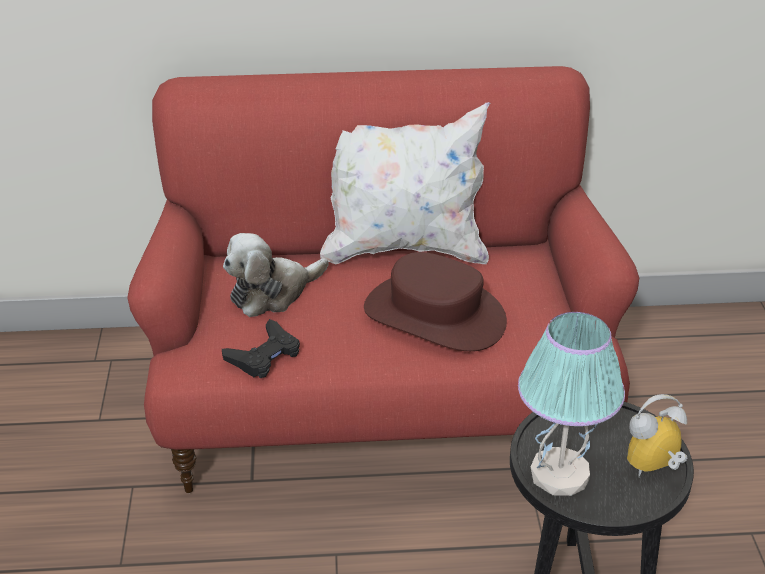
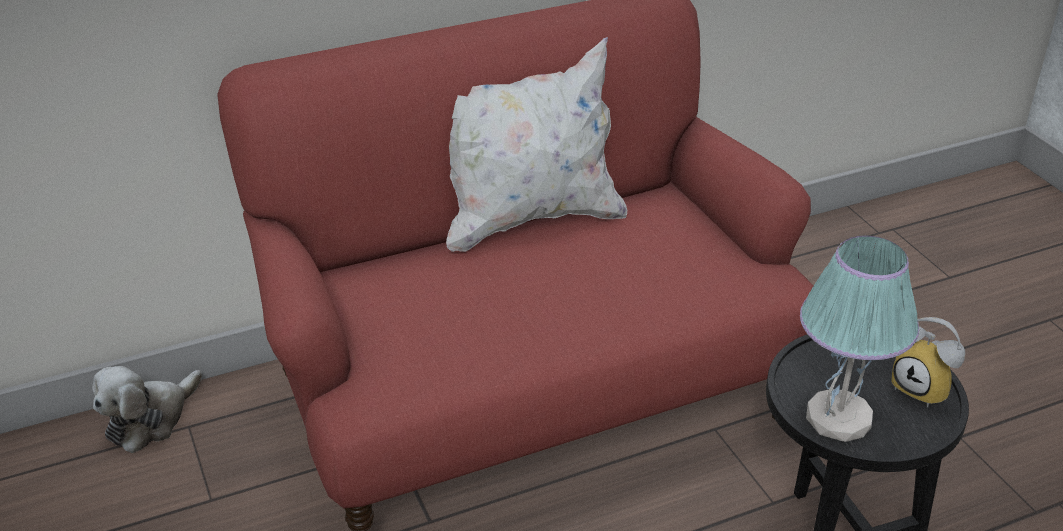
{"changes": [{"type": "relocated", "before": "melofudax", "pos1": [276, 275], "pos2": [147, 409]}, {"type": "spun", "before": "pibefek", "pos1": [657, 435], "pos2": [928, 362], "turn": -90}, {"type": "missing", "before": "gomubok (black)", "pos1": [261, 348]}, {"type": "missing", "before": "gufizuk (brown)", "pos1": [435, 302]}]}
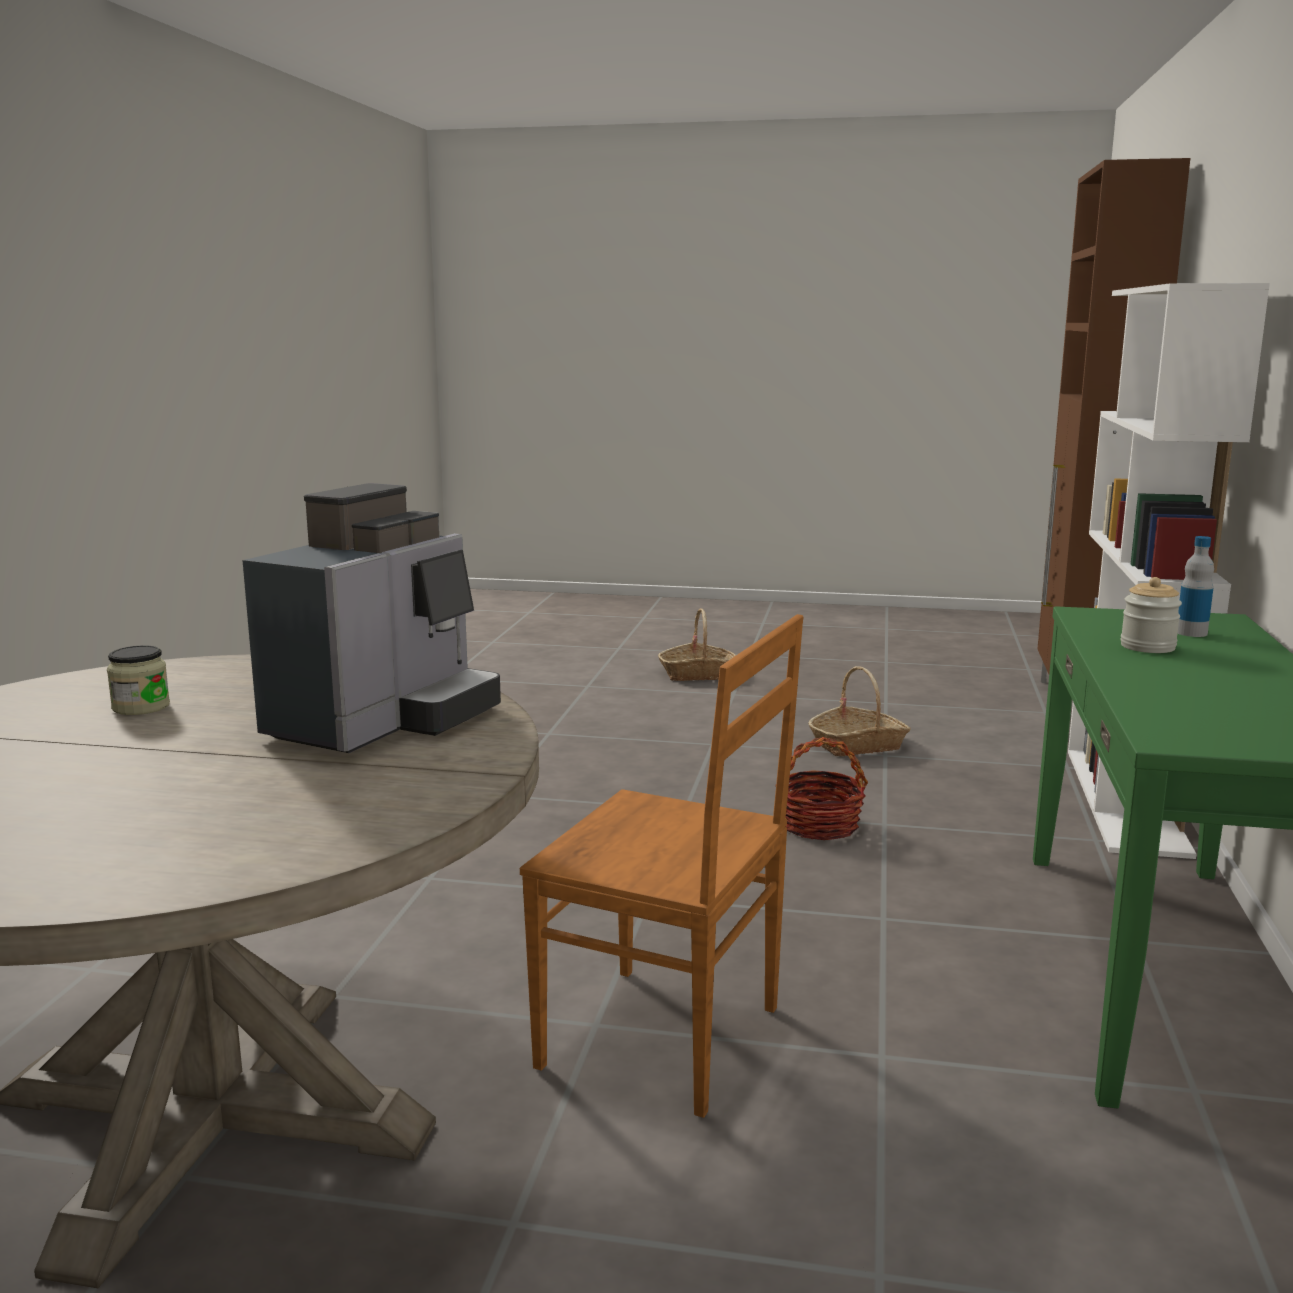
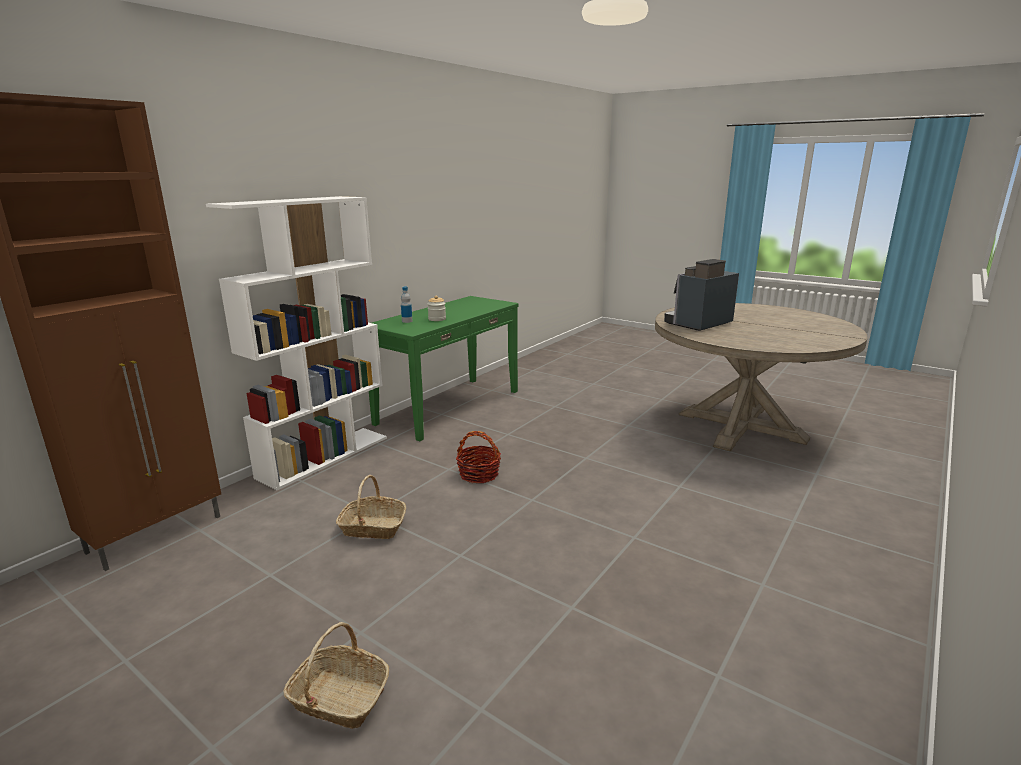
{"changes": [{"type": "missing", "before": "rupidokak", "pos1": [138, 680]}, {"type": "missing", "before": "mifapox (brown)", "pos1": [662, 866]}]}
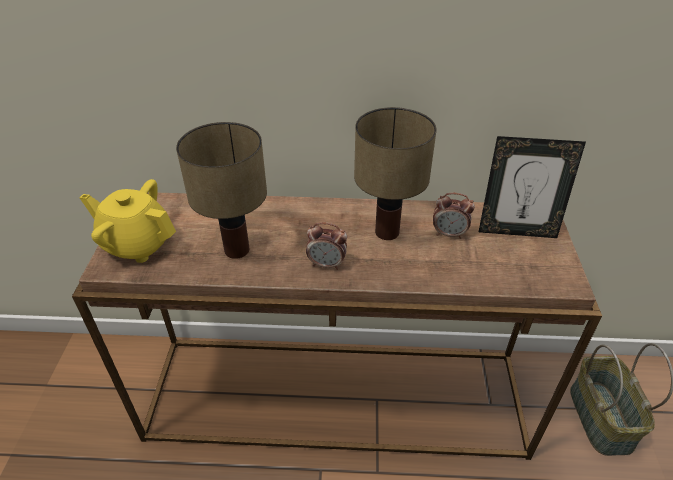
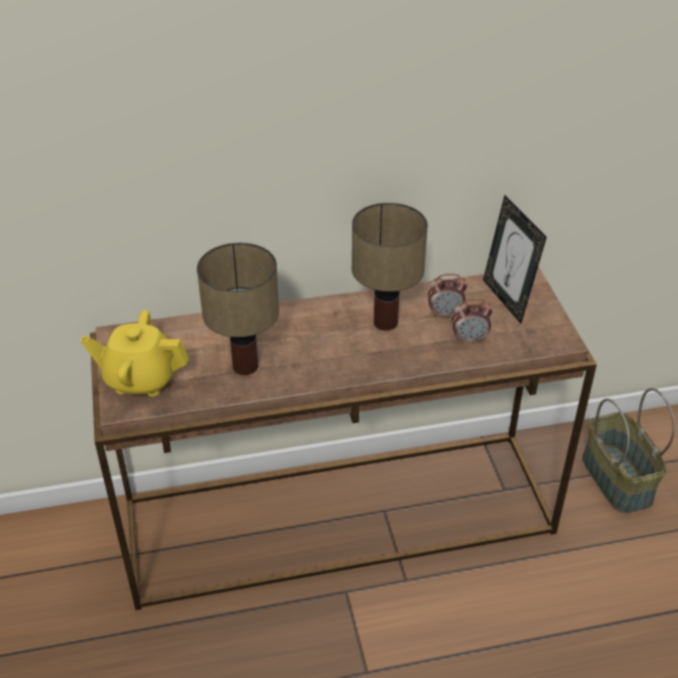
{"changes": [{"type": "relocated", "before": "pibefek", "pos1": [326, 246], "pos2": [472, 321]}, {"type": "spun", "before": "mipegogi", "pos1": [532, 187], "pos2": [515, 259], "turn": 75}]}
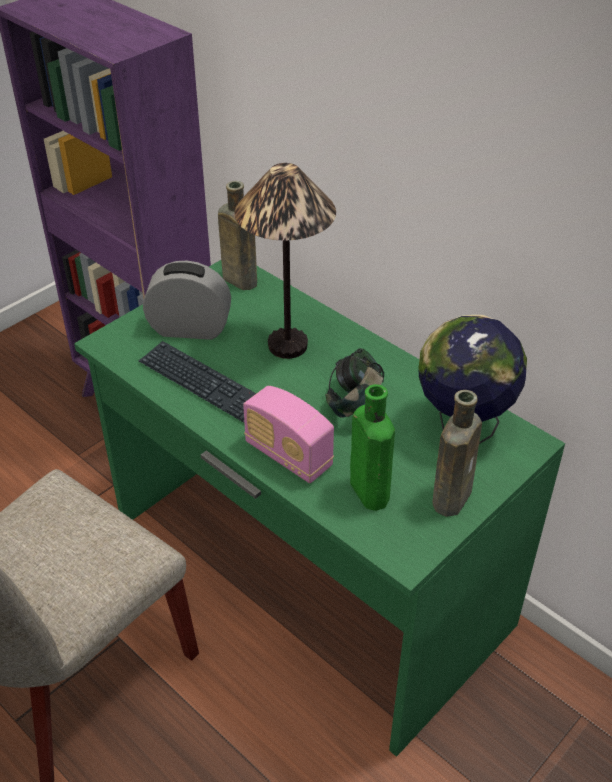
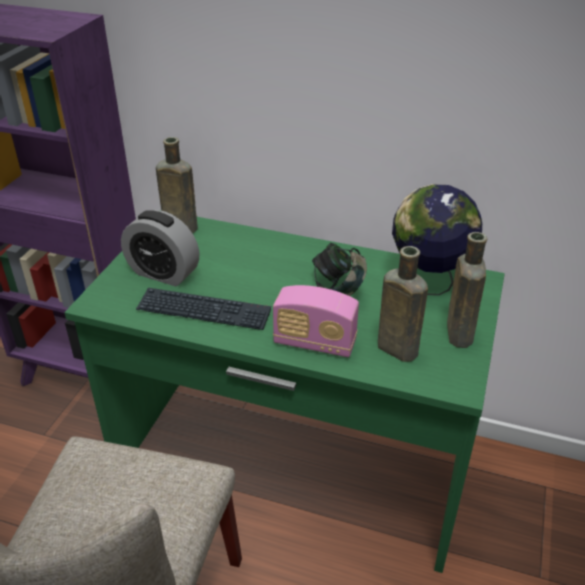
{"changes": [{"type": "spun", "before": "pibefek", "pos1": [187, 300], "pos2": [160, 248], "turn": -135}, {"type": "colour", "before": "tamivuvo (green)", "after": "tamivuvo (brown)", "pos1": [372, 447], "pos2": [403, 304]}, {"type": "missing", "before": "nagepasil", "pos1": [285, 261]}]}
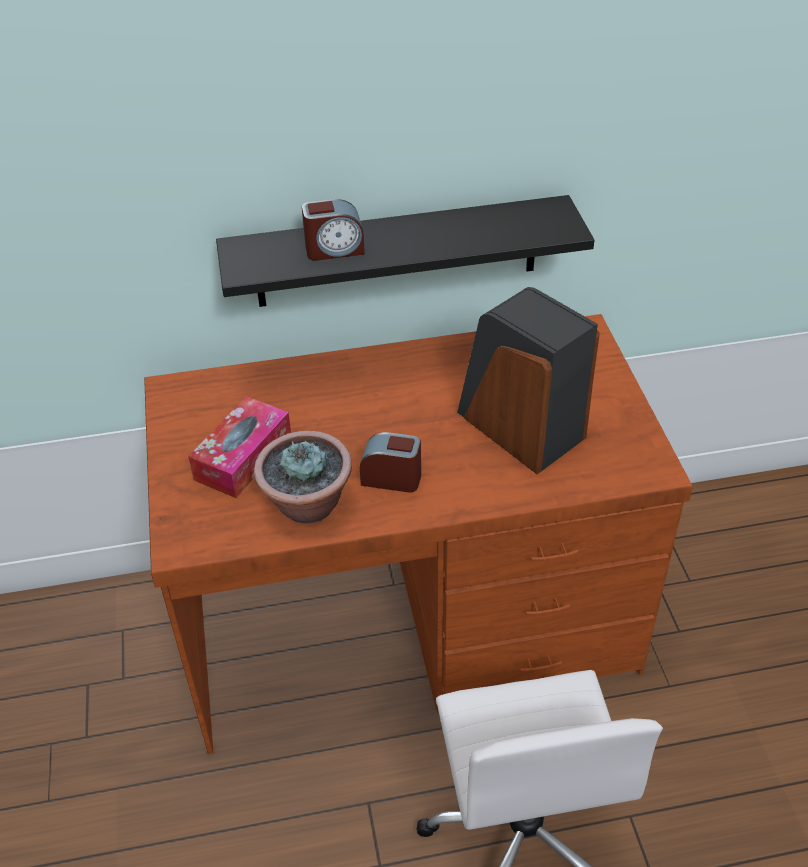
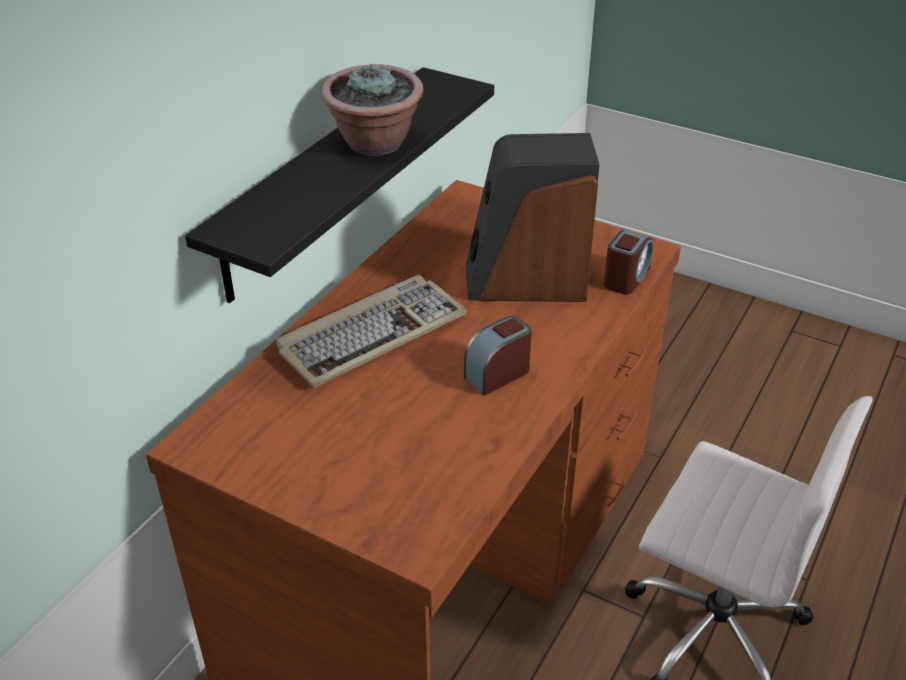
{"changes": [{"type": "appeared", "after": "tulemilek", "pos2": [371, 331]}, {"type": "relocated", "before": "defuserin", "pos1": [303, 477], "pos2": [372, 110]}, {"type": "relocated", "before": "pibefek", "pos1": [333, 230], "pos2": [629, 262]}, {"type": "missing", "before": "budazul", "pos1": [239, 447]}]}
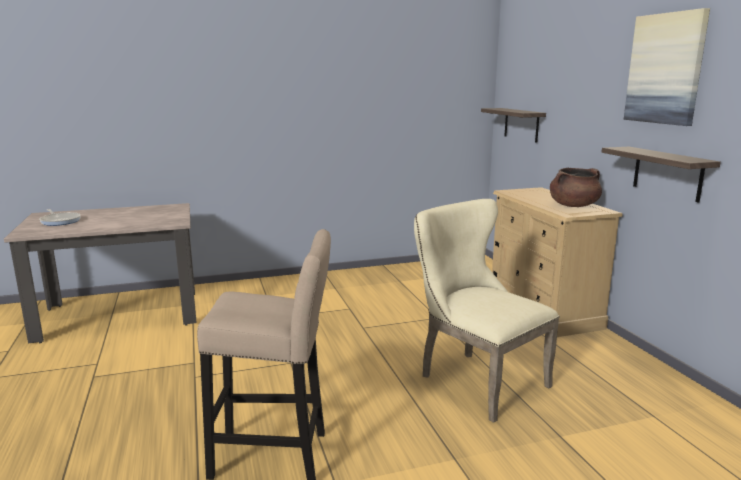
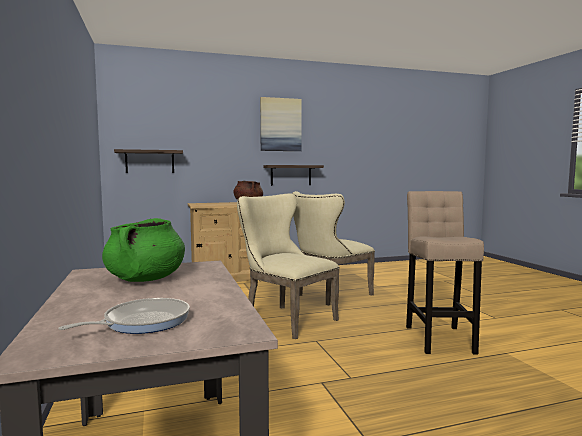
{"changes": [{"type": "appeared", "after": "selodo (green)", "pos2": [143, 250]}, {"type": "appeared", "after": "mifapox (beige)", "pos2": [288, 266]}]}
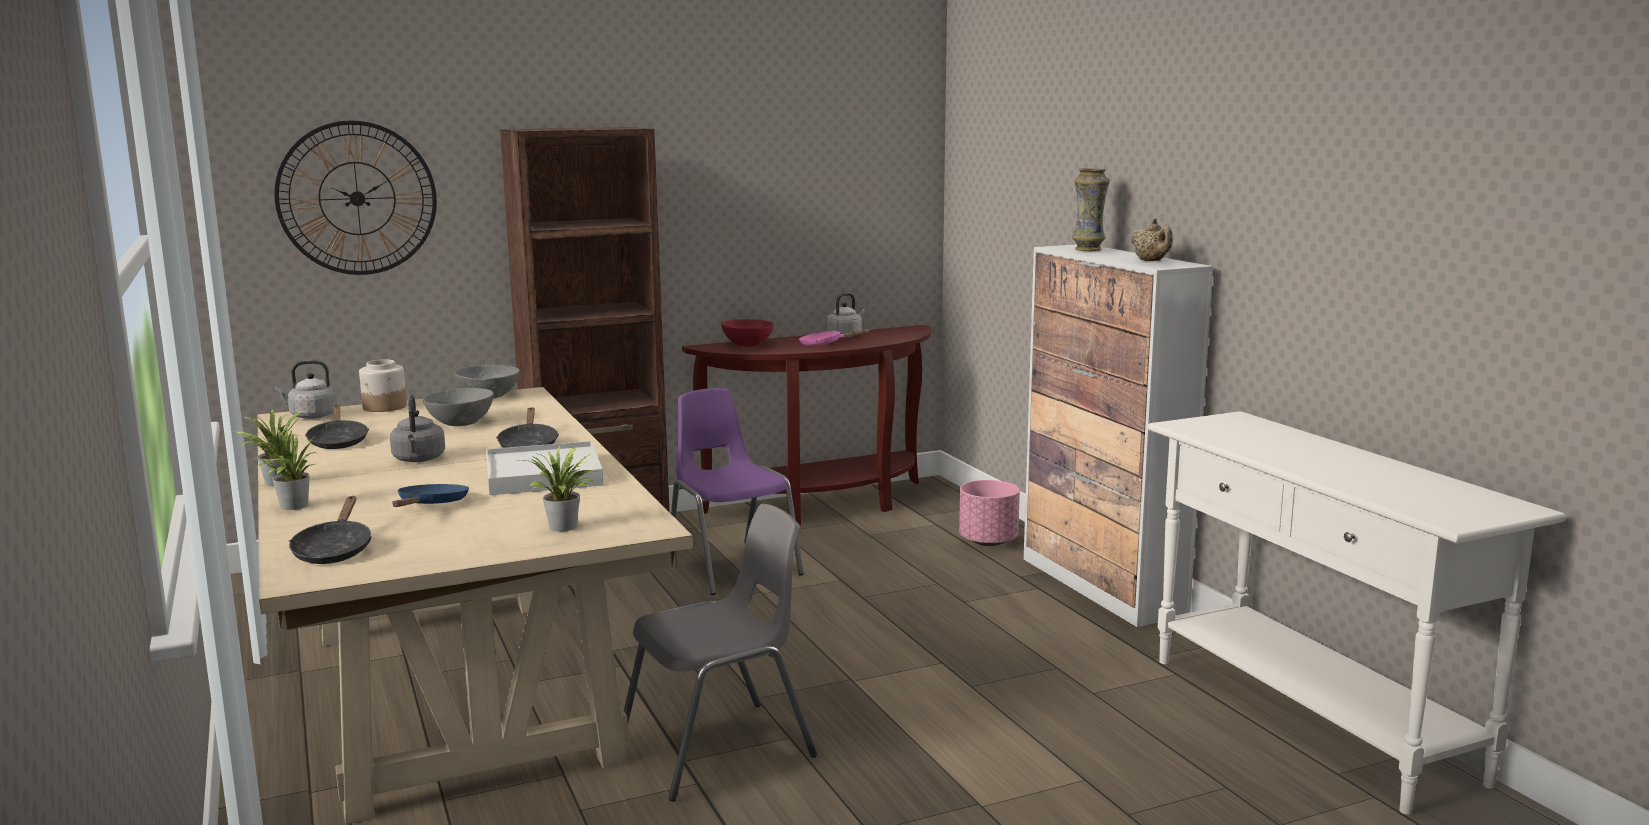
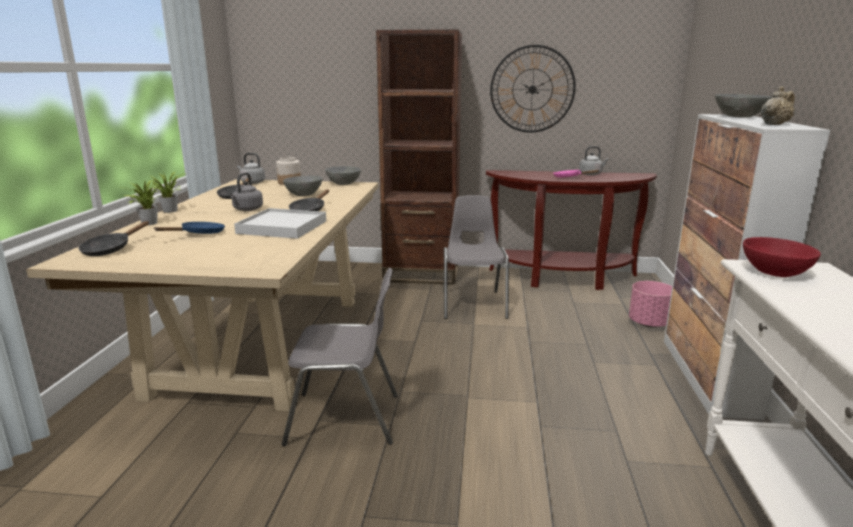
{"changes": [{"type": "colour", "before": "mifapox (purple)", "after": "mifapox (grey)", "pos1": [737, 491], "pos2": [476, 257]}, {"type": "relocated", "before": "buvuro", "pos1": [355, 198], "pos2": [533, 89]}, {"type": "exchanged", "before": "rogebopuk", "after": "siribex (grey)", "pos1": [1091, 209], "pos2": [743, 106]}, {"type": "relocated", "before": "siribex (red)", "pos1": [747, 332], "pos2": [782, 257]}, {"type": "spun", "before": "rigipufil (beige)", "pos1": [1152, 239], "pos2": [778, 105], "turn": -135}, {"type": "missing", "before": "defuserin", "pos1": [560, 488]}]}
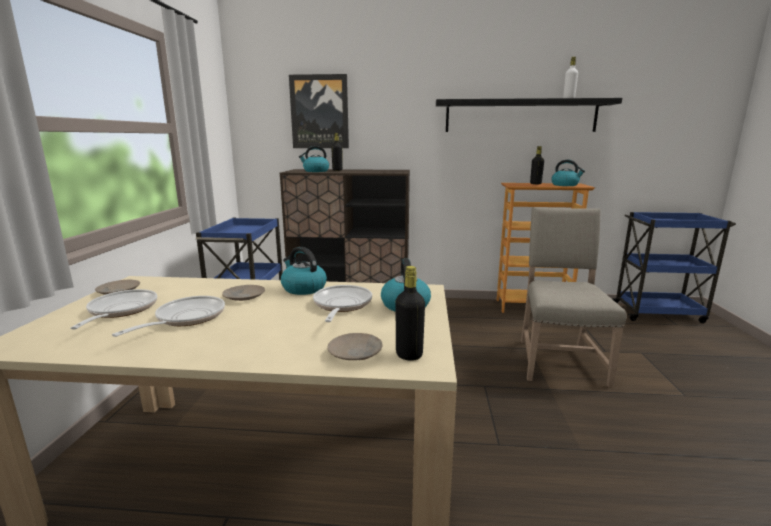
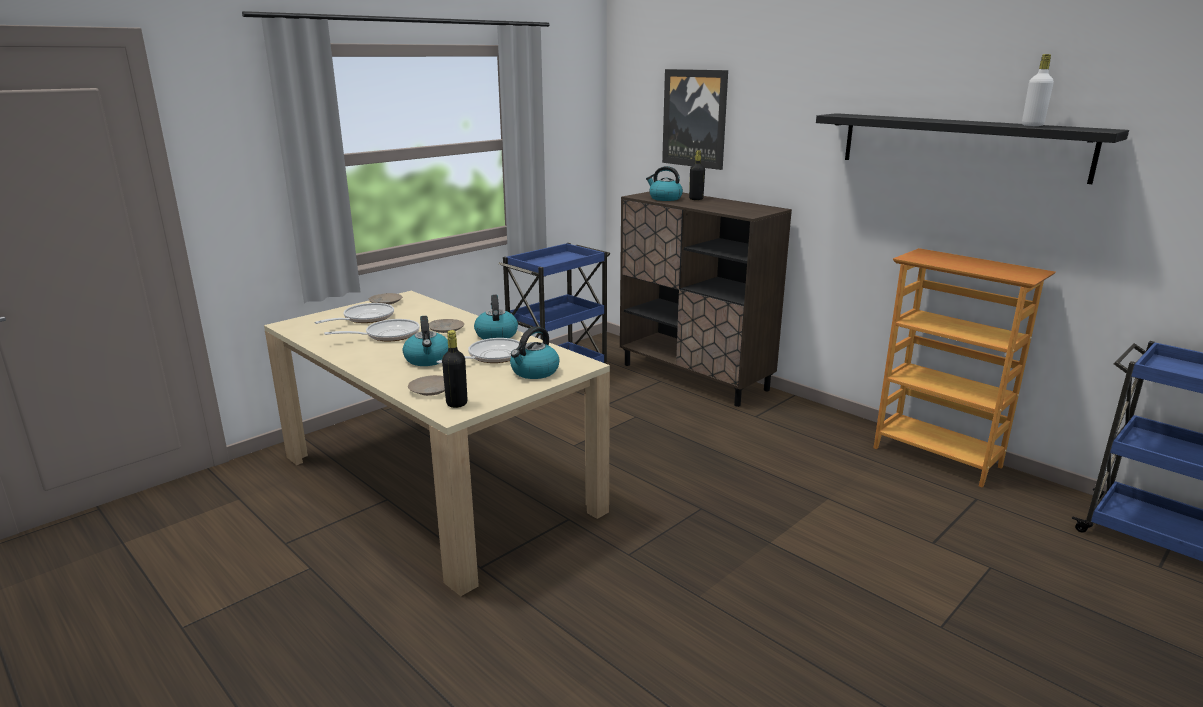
{"changes": [{"type": "relocated", "before": "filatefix", "pos1": [568, 173], "pos2": [425, 341]}, {"type": "missing", "before": "mifapox (beige)", "pos1": [574, 297]}, {"type": "missing", "before": "tamivuvo (black)", "pos1": [537, 165]}]}
